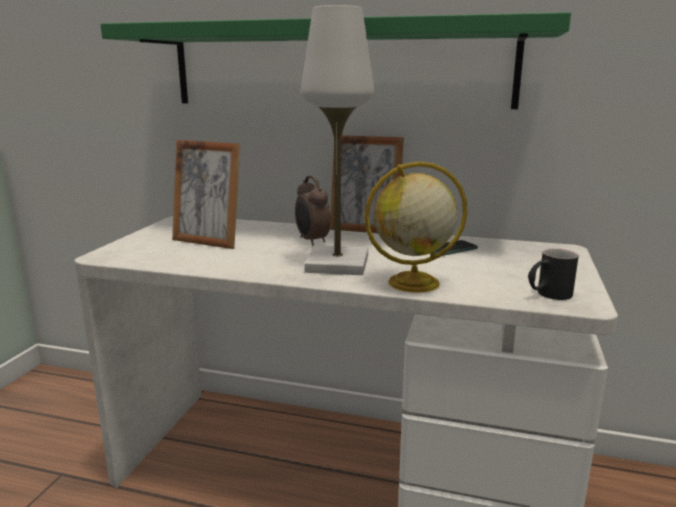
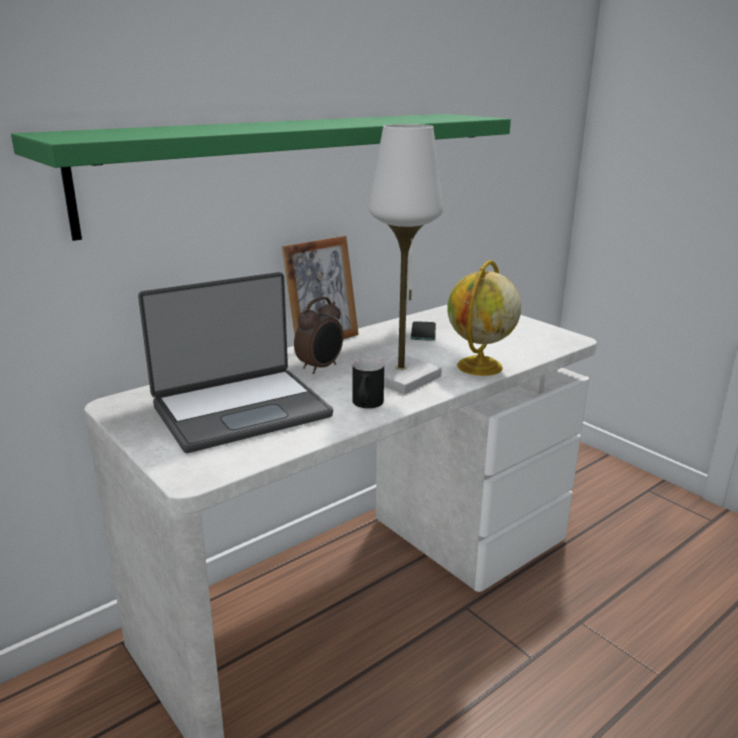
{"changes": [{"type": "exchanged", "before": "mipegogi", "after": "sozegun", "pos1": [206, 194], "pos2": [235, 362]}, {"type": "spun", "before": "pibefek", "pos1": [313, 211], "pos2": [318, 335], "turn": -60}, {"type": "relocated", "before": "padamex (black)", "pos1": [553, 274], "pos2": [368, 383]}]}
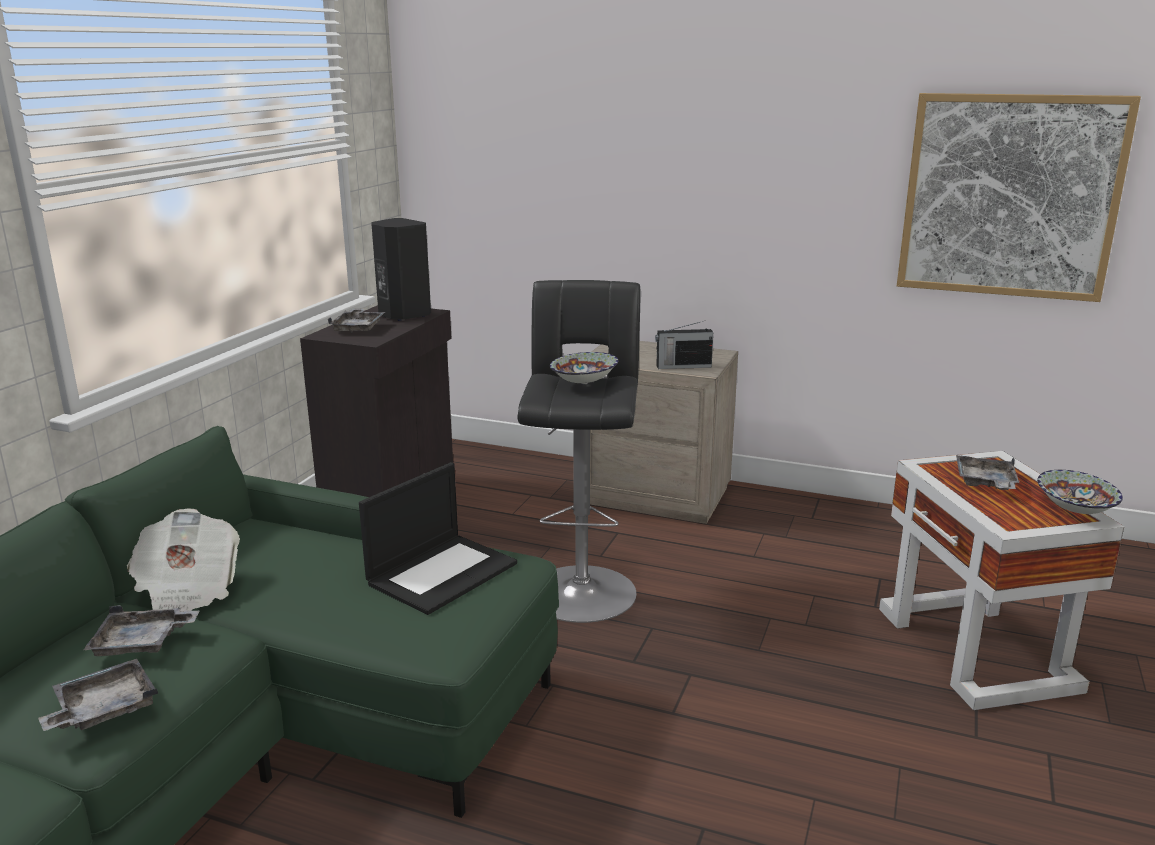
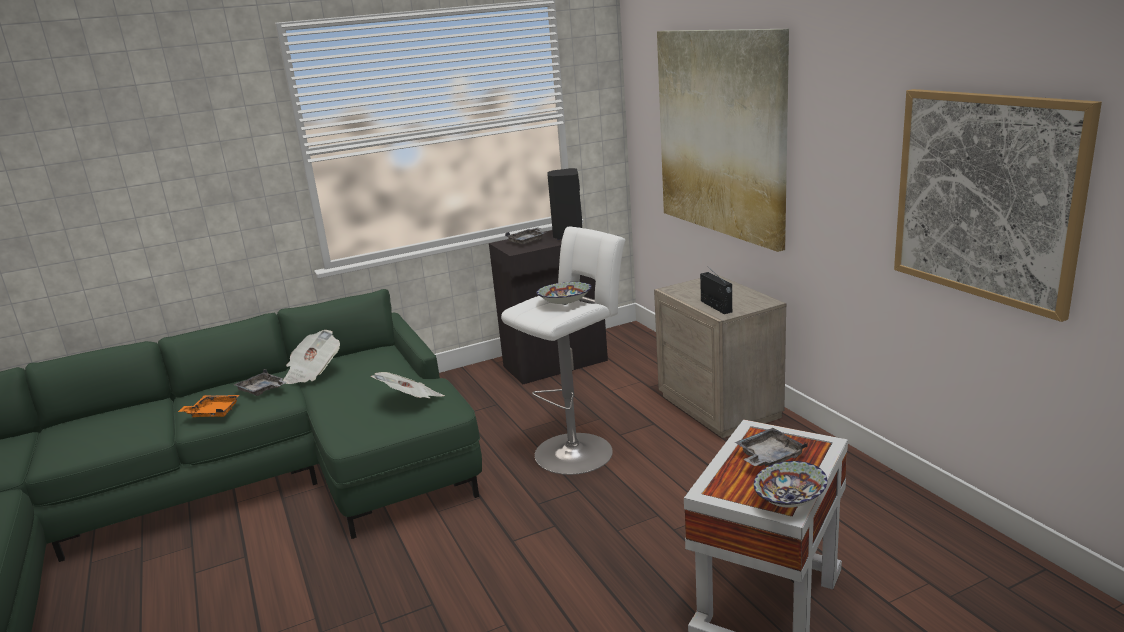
{"changes": [{"type": "colour", "before": "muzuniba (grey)", "after": "muzuniba (orange)", "pos1": [98, 695], "pos2": [209, 406]}, {"type": "exchanged", "before": "sozegun", "after": "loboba", "pos1": [438, 538], "pos2": [408, 385]}, {"type": "colour", "before": "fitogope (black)", "after": "fitogope (white)", "pos1": [578, 451], "pos2": [563, 351]}, {"type": "appeared", "after": "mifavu", "pos2": [723, 140]}, {"type": "spun", "before": "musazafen", "pos1": [684, 345], "pos2": [716, 291], "turn": -150}]}
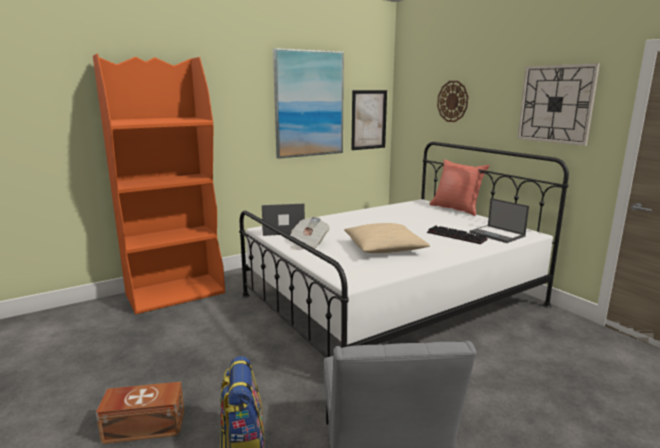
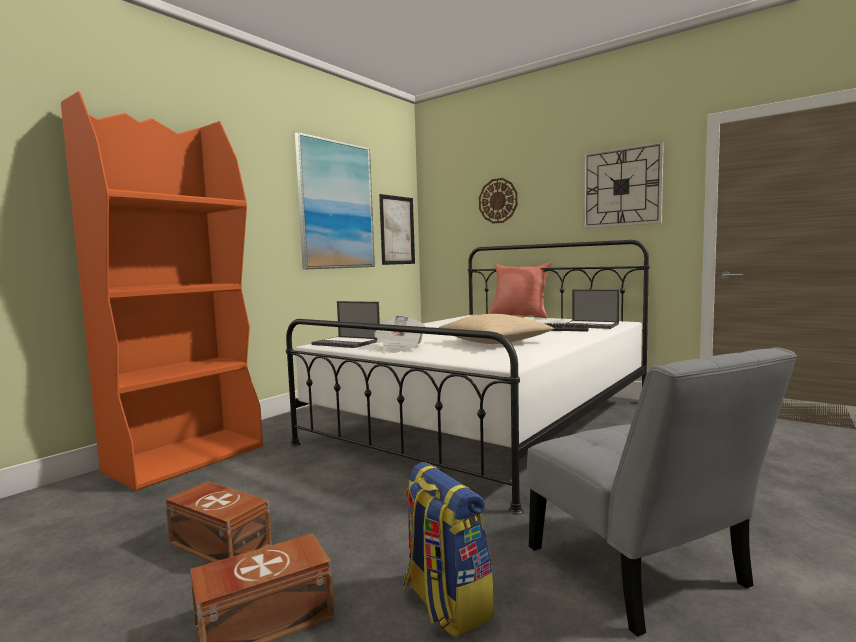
{"changes": [{"type": "appeared", "after": "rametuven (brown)", "pos2": [218, 522]}, {"type": "spun", "before": "sozegun", "pos1": [283, 220], "pos2": [345, 324], "turn": -120}]}
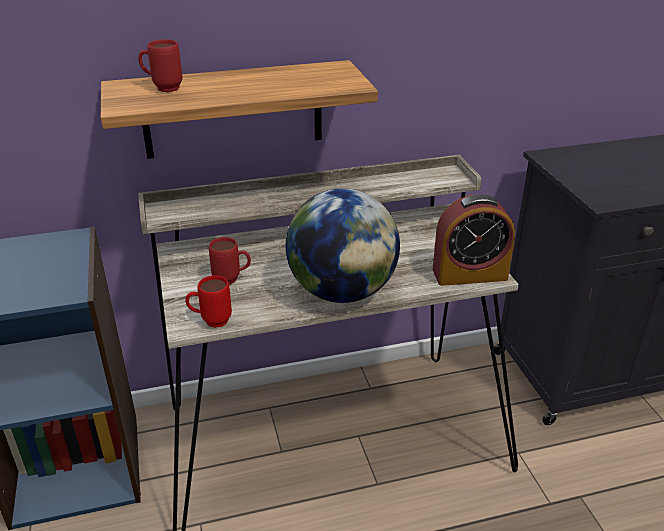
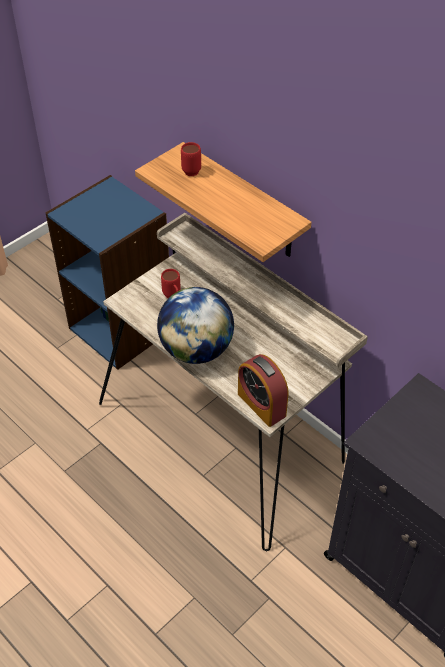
{"changes": [{"type": "missing", "before": "padamex (red)", "pos1": [208, 301]}]}
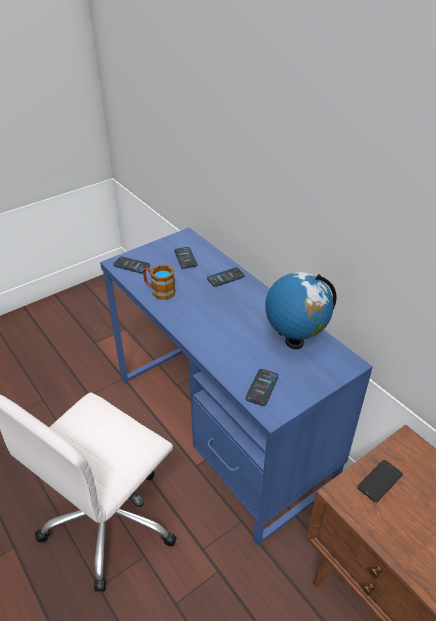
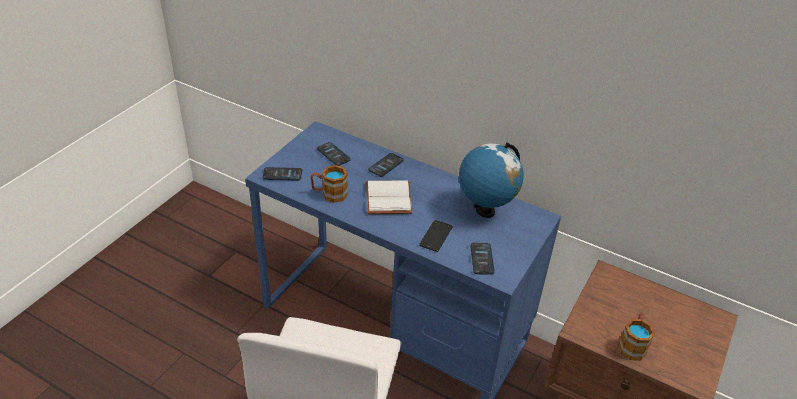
{"changes": [{"type": "appeared", "after": "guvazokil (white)", "pos2": [389, 197]}, {"type": "relocated", "before": "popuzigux", "pos1": [380, 481], "pos2": [436, 236]}, {"type": "appeared", "after": "padamex", "pos2": [636, 336]}]}
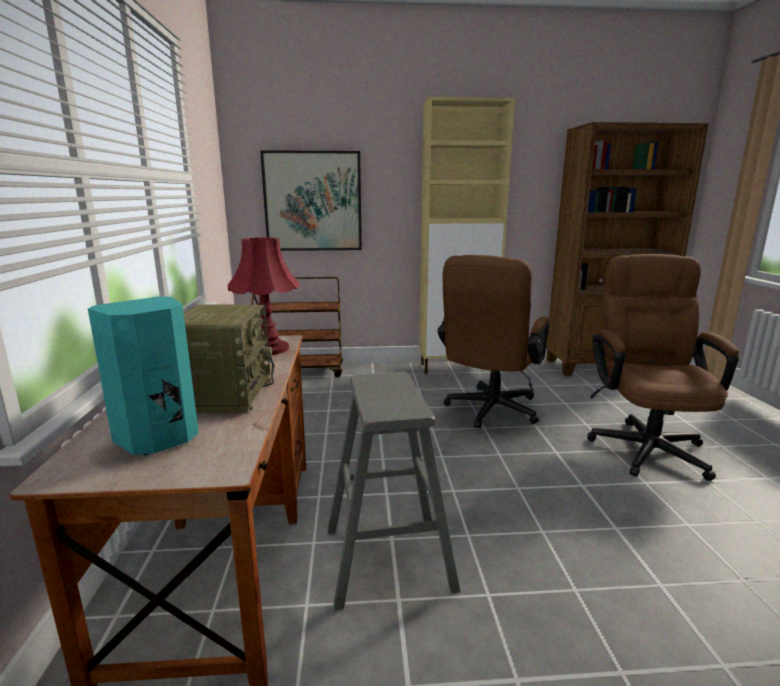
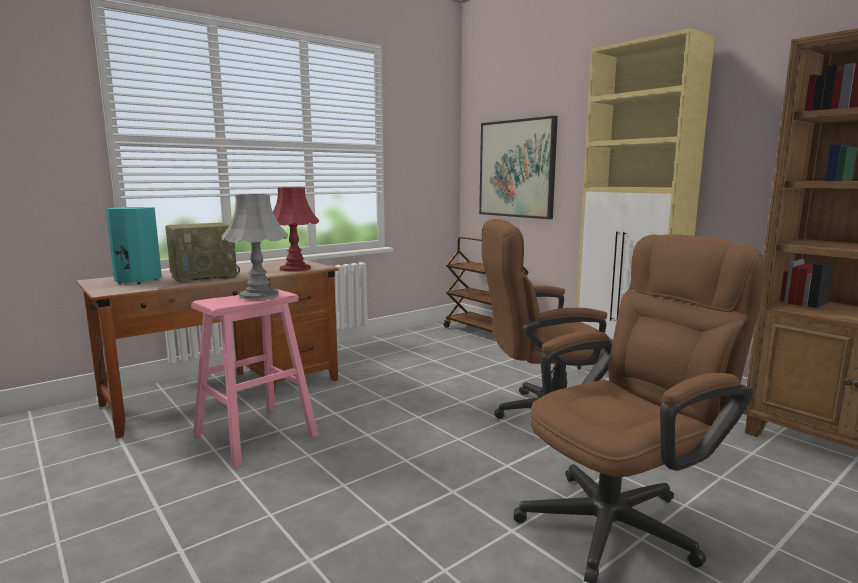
{"changes": [{"type": "colour", "before": "fitogope (grey)", "after": "fitogope (pink)", "pos1": [393, 491], "pos2": [254, 378]}, {"type": "appeared", "after": "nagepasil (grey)", "pos2": [255, 247]}]}
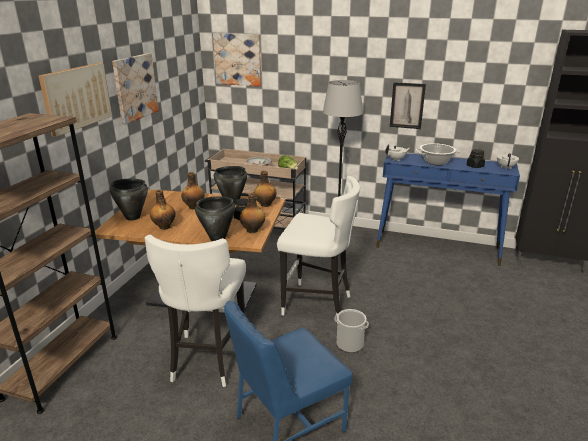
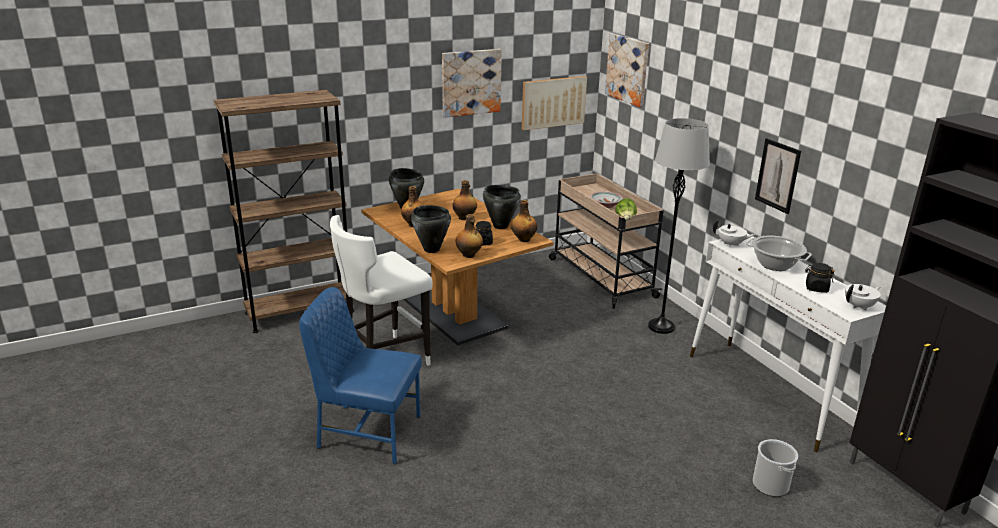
{"changes": [{"type": "relocated", "before": "mifavu", "pos1": [75, 100], "pos2": [554, 103]}, {"type": "colour", "before": "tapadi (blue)", "after": "tapadi (white)", "pos1": [448, 209], "pos2": [788, 343]}, {"type": "relocated", "before": "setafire", "pos1": [351, 331], "pos2": [775, 468]}, {"type": "missing", "before": "fitogope (white)", "pos1": [318, 245]}]}
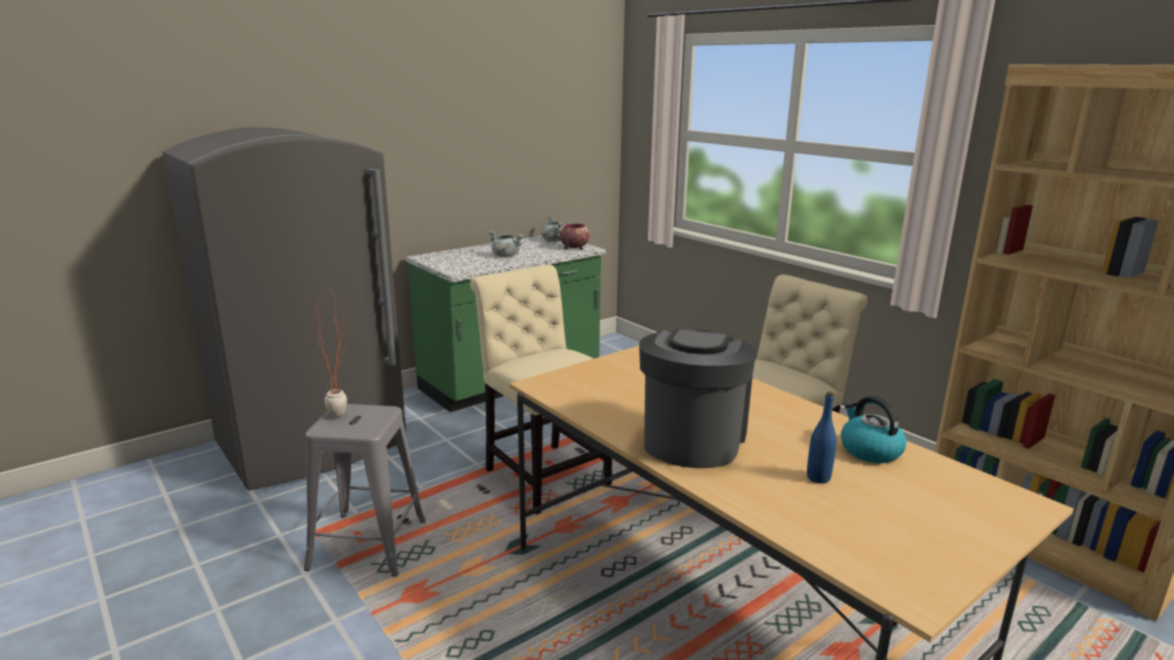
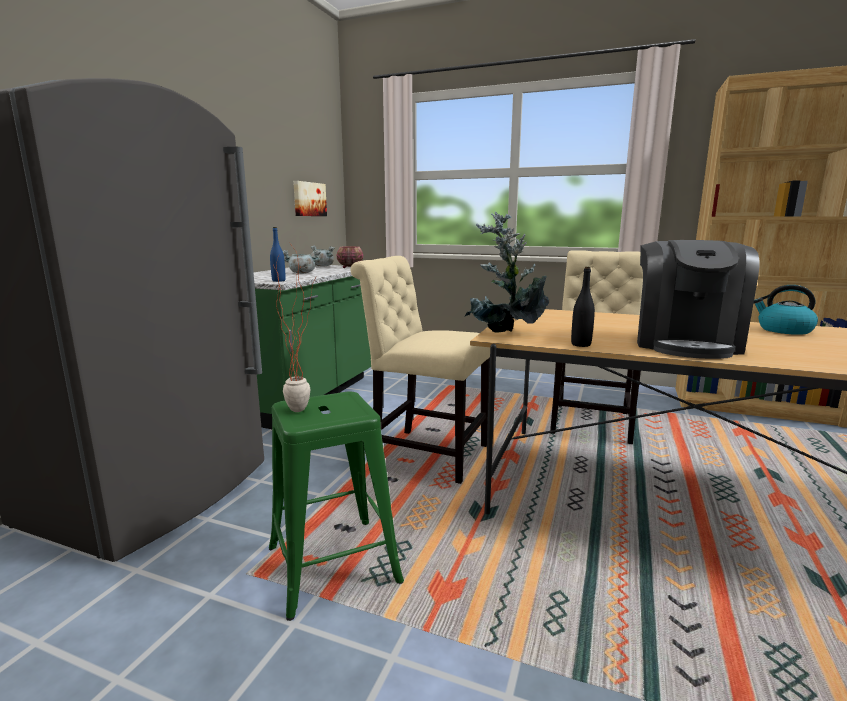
{"changes": [{"type": "colour", "before": "fitogope (grey)", "after": "fitogope (green)", "pos1": [365, 490], "pos2": [336, 506]}, {"type": "relocated", "before": "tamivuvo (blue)", "pos1": [822, 437], "pos2": [278, 254]}, {"type": "appeared", "after": "mifavu", "pos2": [310, 198]}, {"type": "appeared", "after": "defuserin", "pos2": [506, 272]}, {"type": "appeared", "after": "tamivuvo (black)", "pos2": [583, 307]}, {"type": "spun", "before": "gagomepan", "pos1": [698, 398], "pos2": [698, 299], "turn": -150}]}
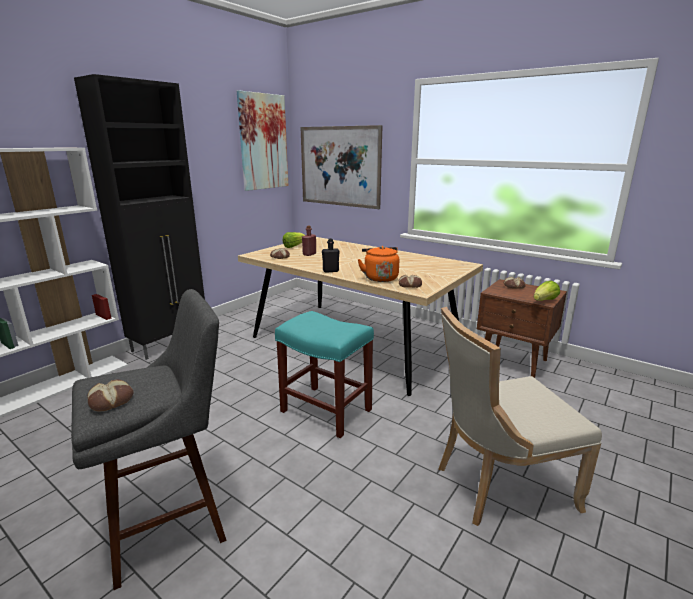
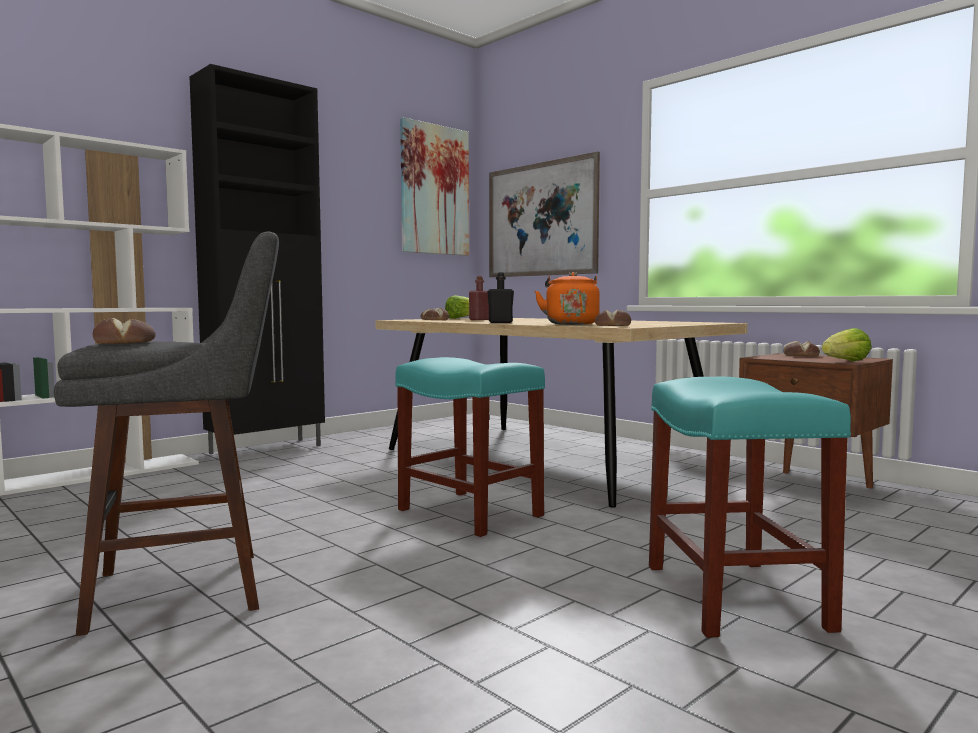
{"changes": [{"type": "exchanged", "before": "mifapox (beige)", "after": "fitogope (turquoise)", "pos1": [520, 416], "pos2": [750, 507]}]}
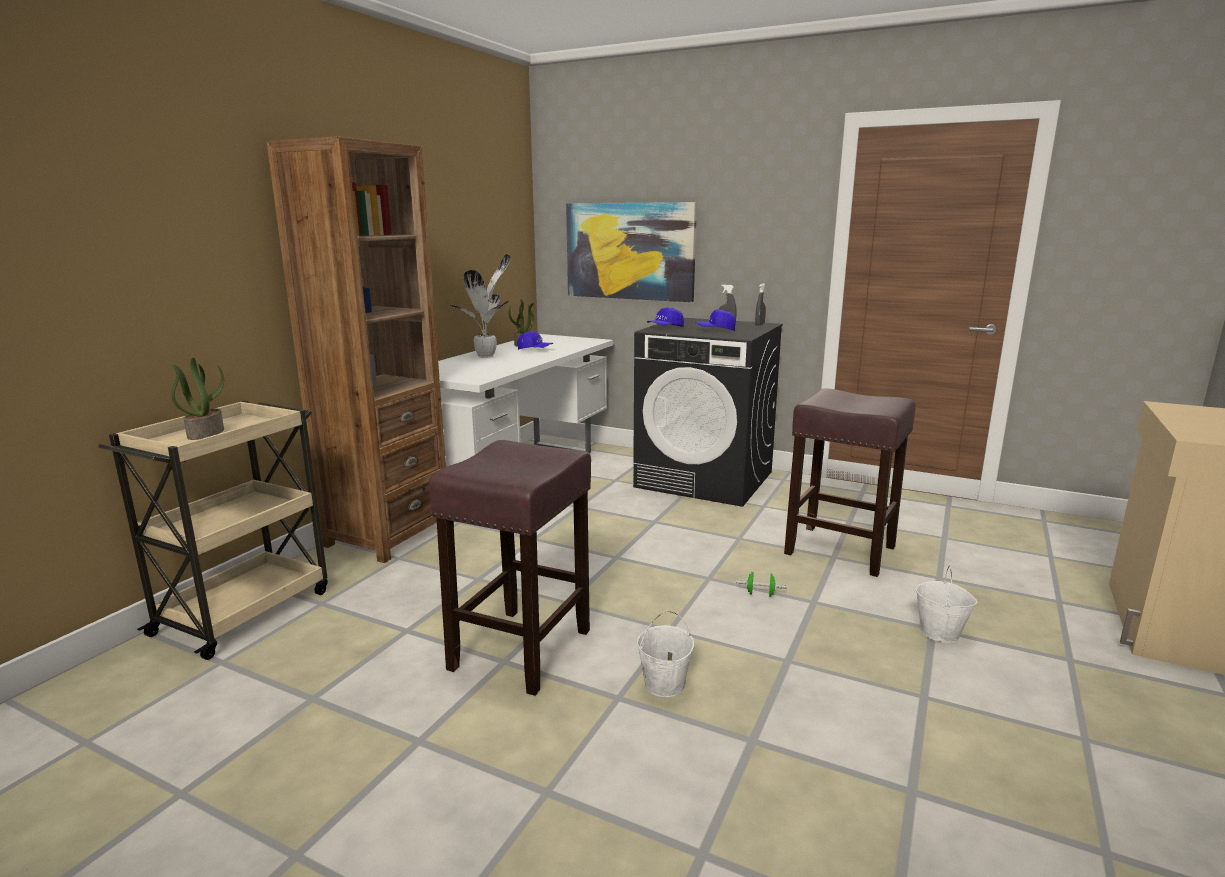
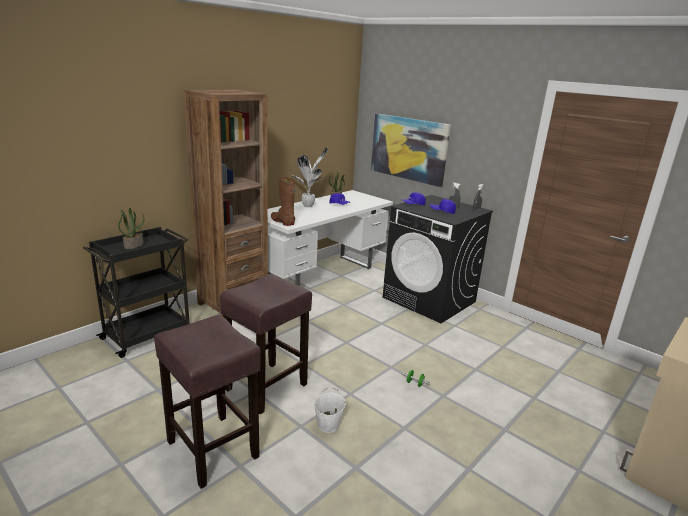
{"changes": [{"type": "colour", "before": "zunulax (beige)", "after": "zunulax (black)", "pos1": [213, 530], "pos2": [136, 292]}, {"type": "relocated", "before": "fitogope (brown)", "pos1": [850, 482], "pos2": [207, 402]}, {"type": "appeared", "after": "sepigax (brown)", "pos2": [283, 201]}, {"type": "missing", "before": "setafire (white)", "pos1": [947, 604]}]}
